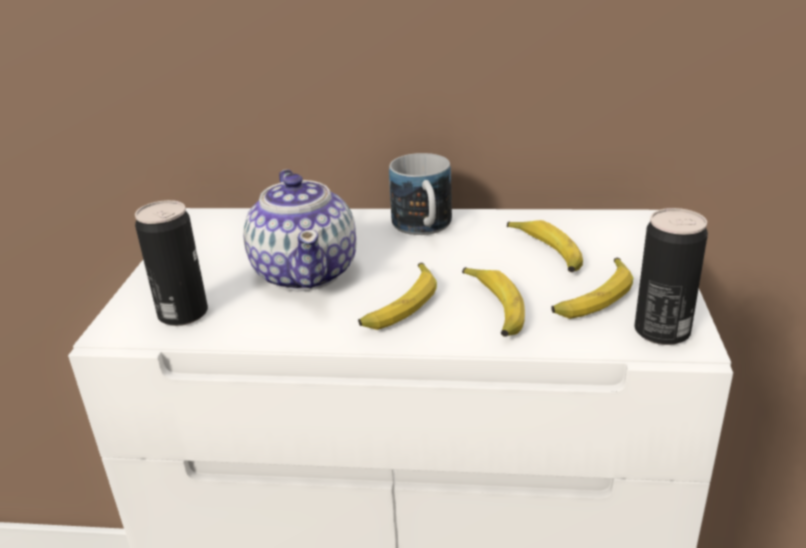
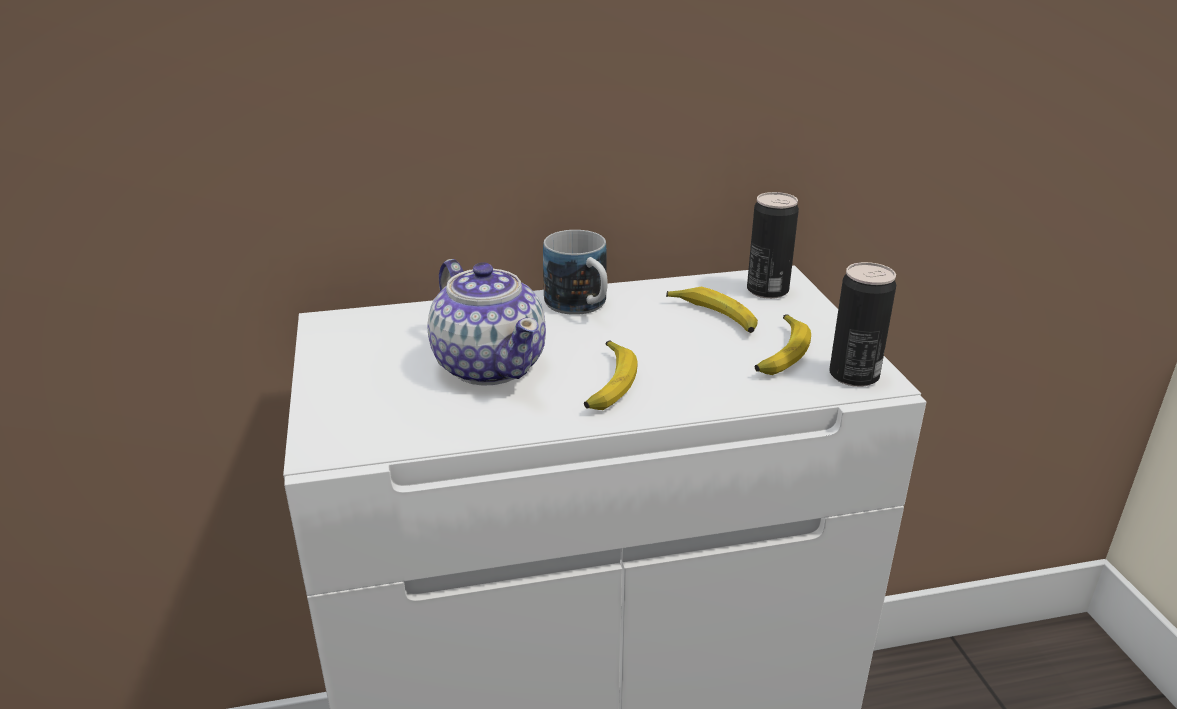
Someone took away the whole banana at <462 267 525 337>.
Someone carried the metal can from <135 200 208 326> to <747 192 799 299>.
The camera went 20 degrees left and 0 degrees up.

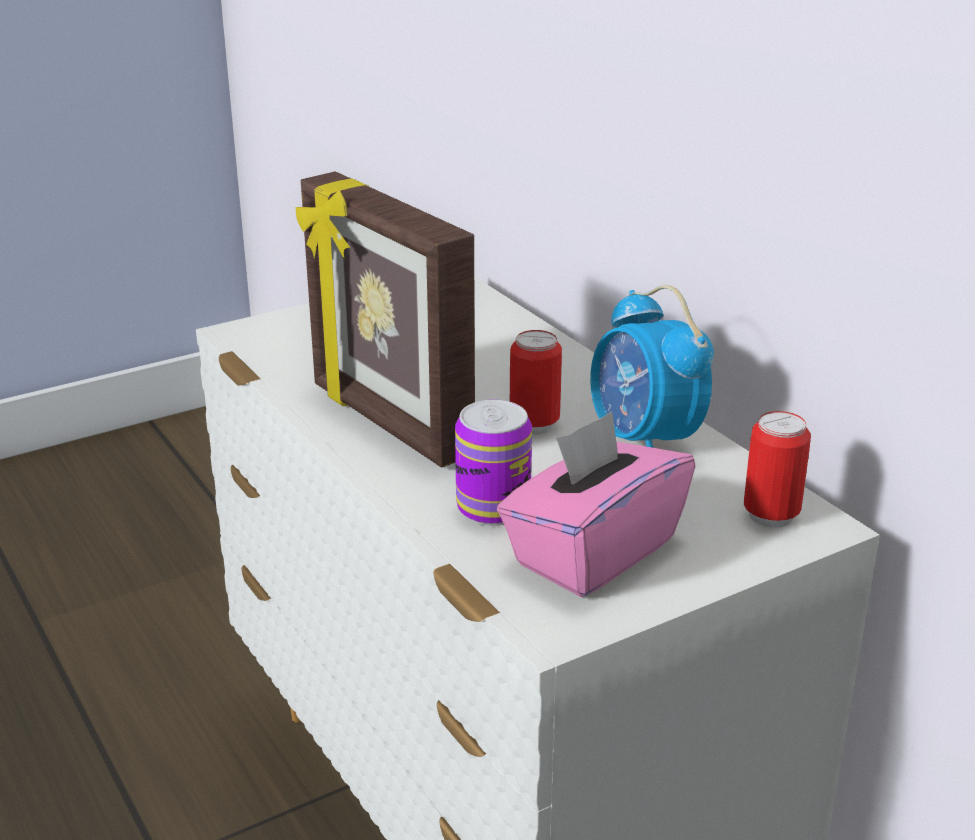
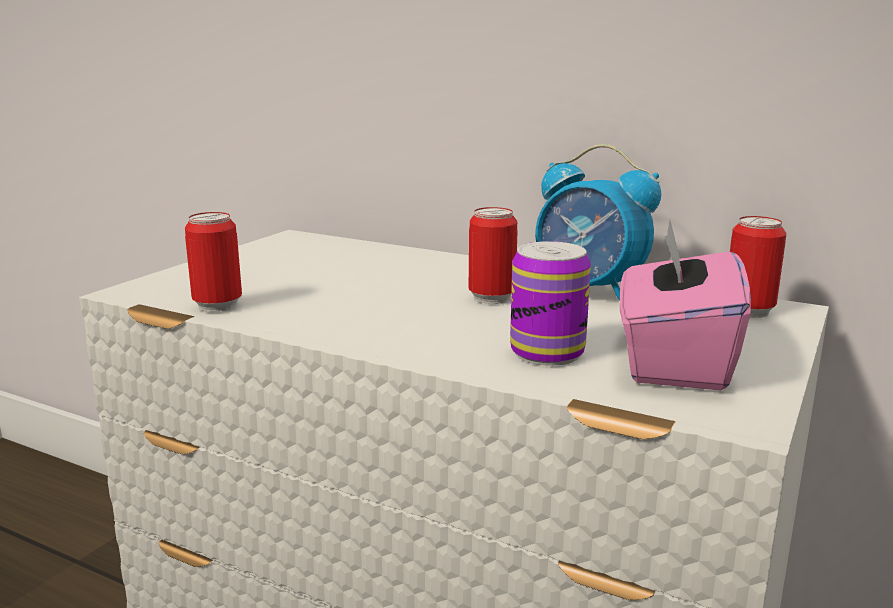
Someone took away the photo frame at <296 172 475 467>.
Someone put down the metal can at <185 212 242 312>.
The camera went 30 degrees left and 10 degrees down.

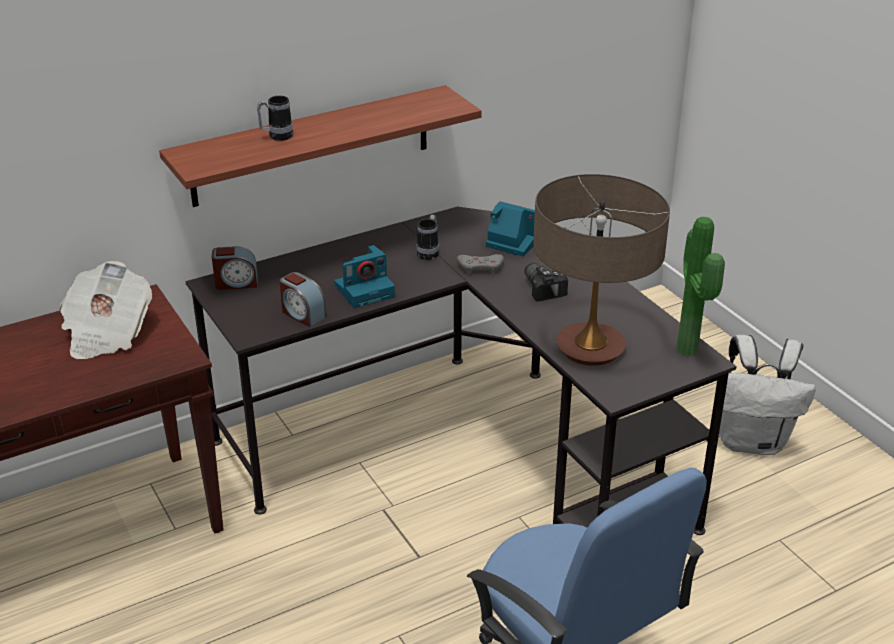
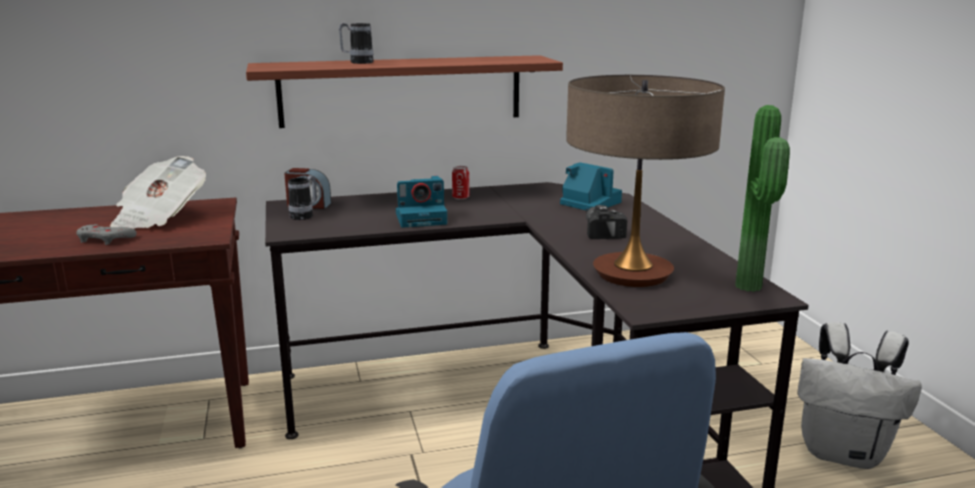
Someone took away the alarm clock at <279 272 326 327>.
Someone put down the metal can at <452 166 469 200>.
Someone carried the coffee mug from <417 215 439 260> to <288 175 317 220>.
Someone carried the grey joypad from <457 254 504 274> to <76 224 137 245>.
The camera went 15 degrees right and 15 degrees down.

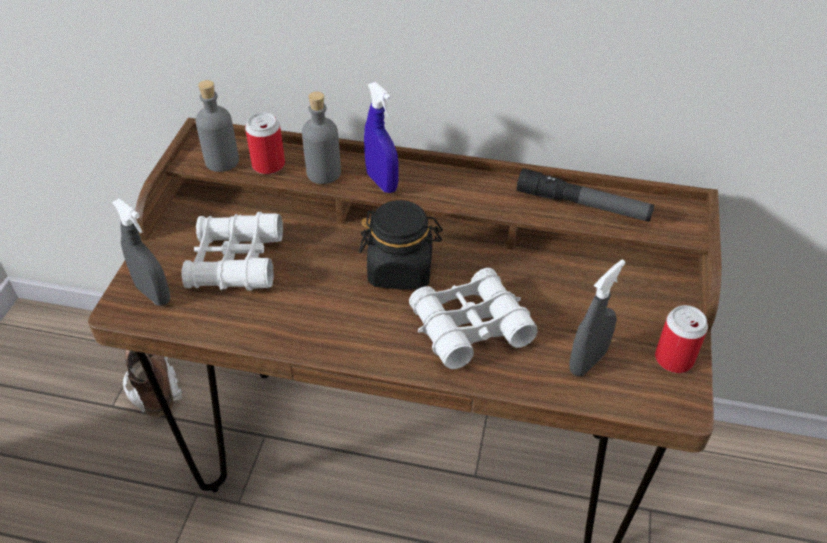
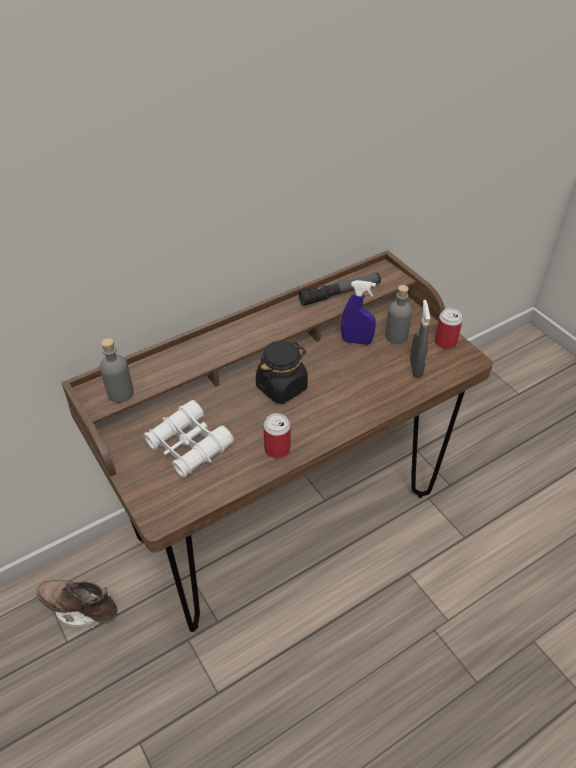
Someone took away the grey spray bottle at <112 199 170 306>.
Someone took away the white-coloured pair of binoculars at <409 268 538 369>.
Someone carried the metal can from <245 112 285 174> to <264 413 290 458>.
Someone carried the grey drink bottle from <302 92 341 184> to <385 285 412 344>.
Someone carried the bluish spray bottle from <364 82 398 193> to <341 280 376 345>.
The camera went 45 degrees left and 0 degrees up.

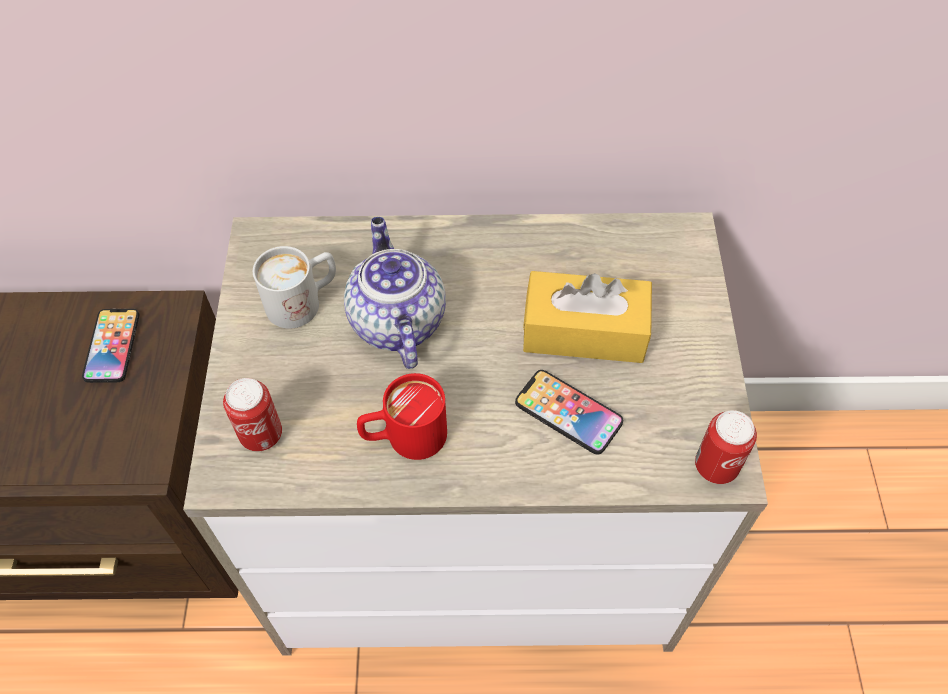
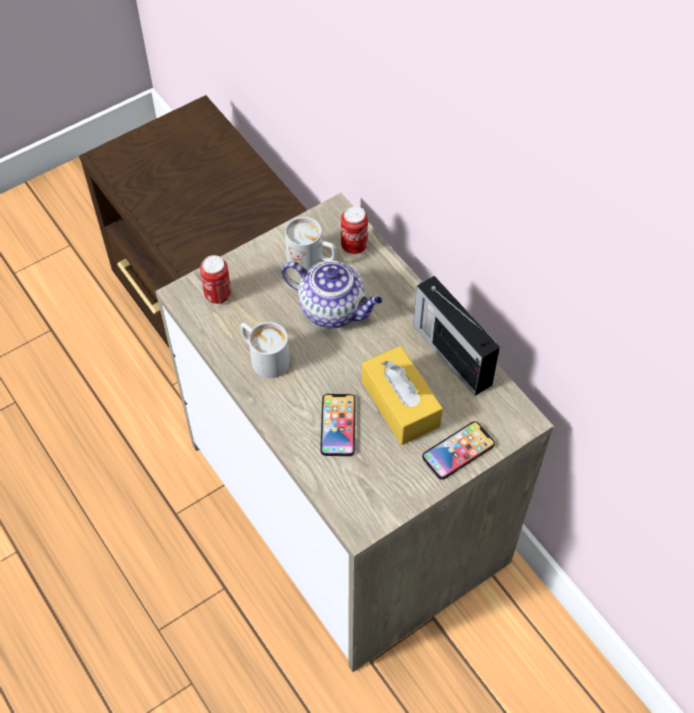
Someone put down the radio receiver at <413 276 500 396>.
Someone carried the handset from <82 309 139 383> to <422 421 495 480>.
Someone carried the metal can from <695 410 757 484> to <341 206 368 254>.
Someone repainted the reddish coffee mug at <357 373 447 460>, which became the white-coloured coffee mug at <241 322 289 378>.
Someone rotated the pot for tea at <344 217 446 369> by 75 degrees clockwise.
The camera went 55 degrees right and 0 degrees up.

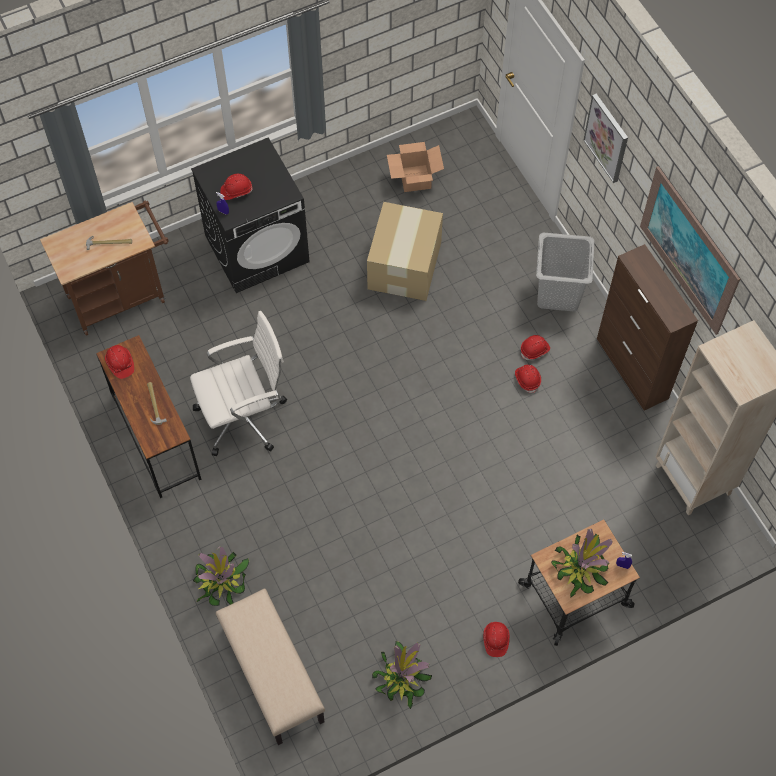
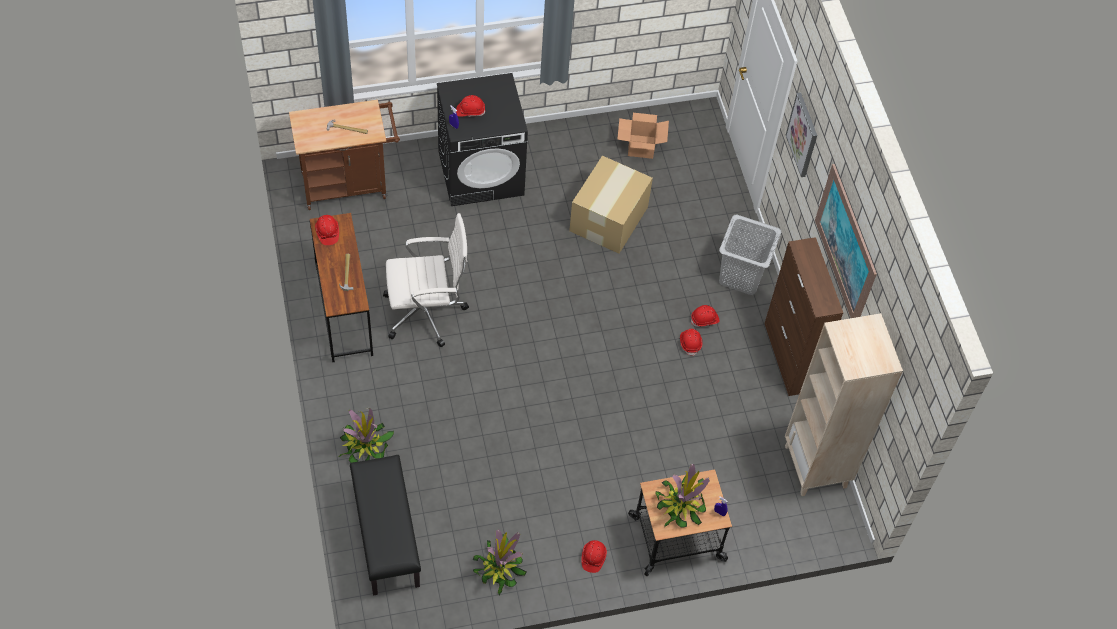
Someone repainted the sand-coloured indoor bench at <216 589 325 745>, which became the black-coloured indoor bench at <350 455 421 596>.
The camera went 10 degrees right and 5 degrees down.

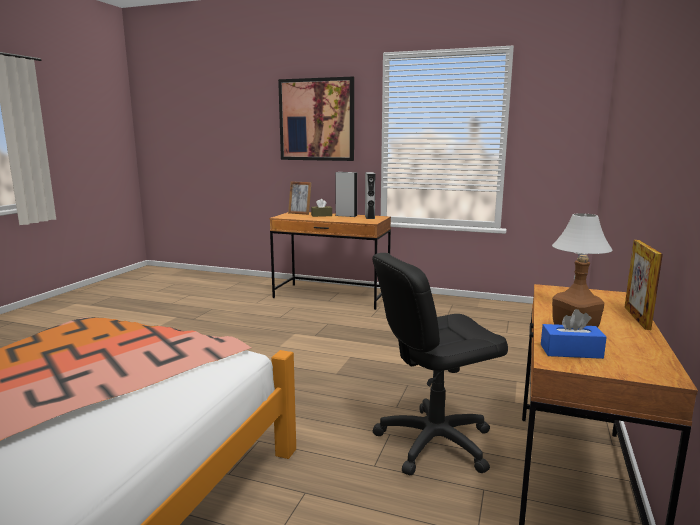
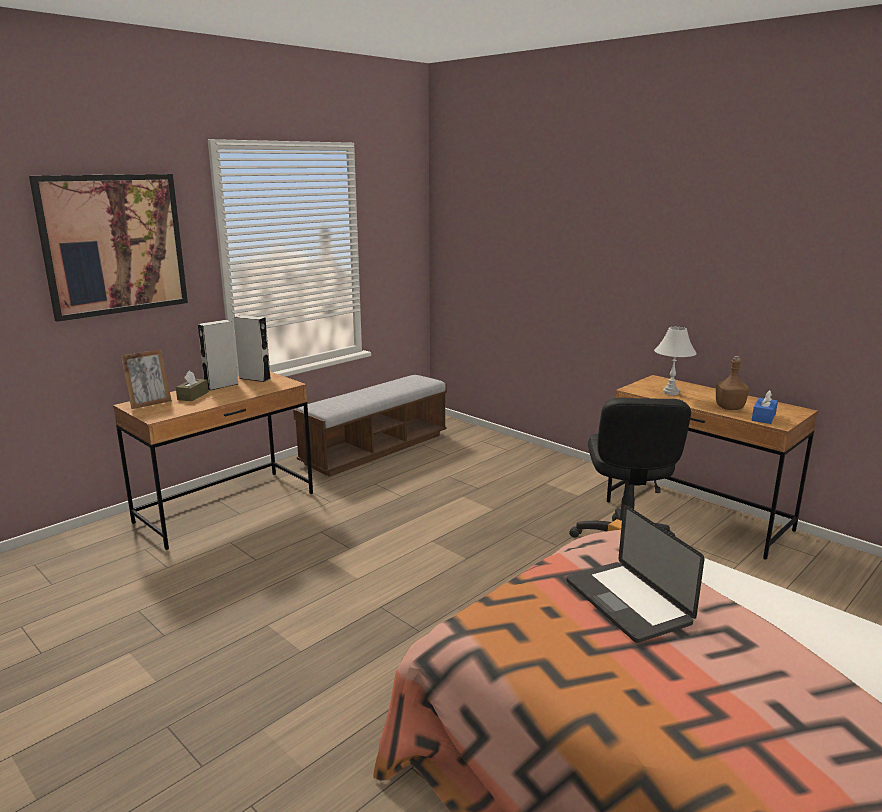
Someone took away the photo frame at <625 240 663 330>.
Someone put down the indoor bench at <293 375 447 477>.
Someone put down the portable computer at <566 505 705 643>.
The camera went 65 degrees left and 5 degrees up.

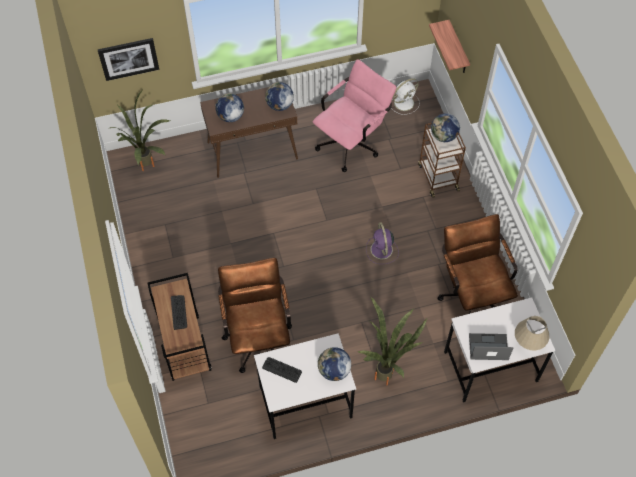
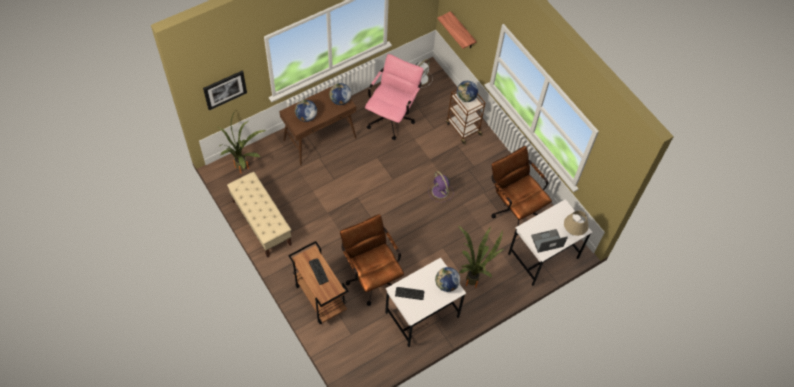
Someone put down the sand-coloured indoor bench at <227 172 292 258>.
The camera went 20 degrees left and 0 degrees up.

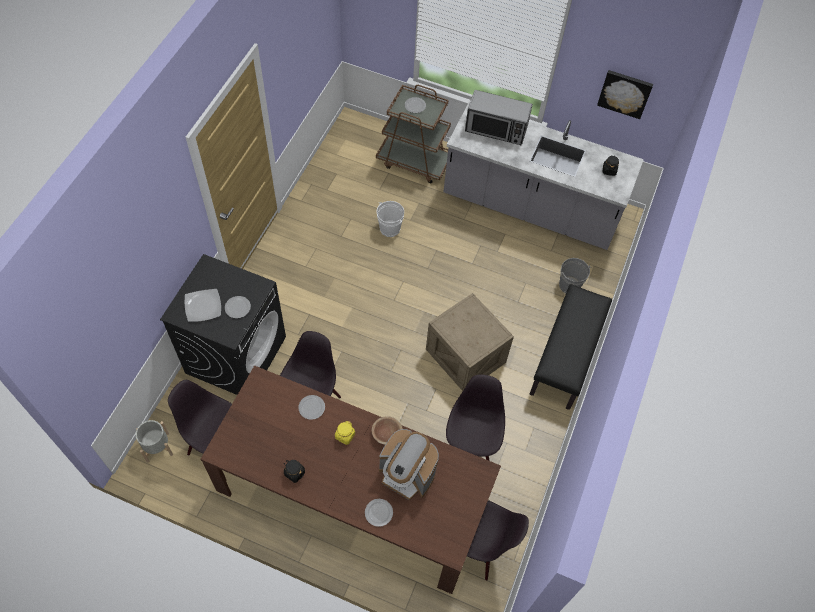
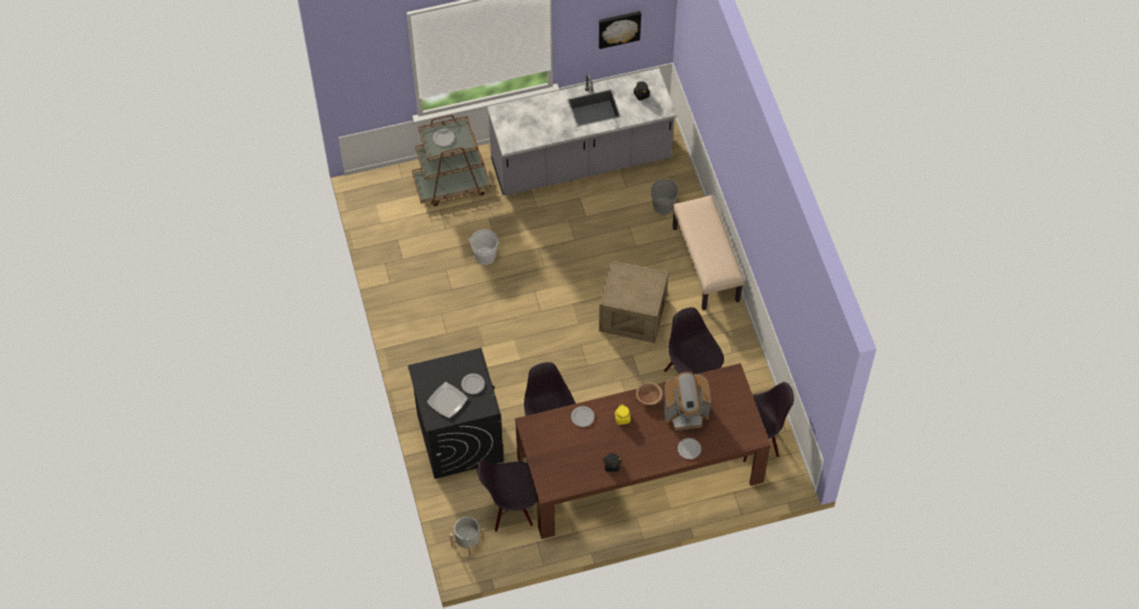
Someone took away the kitchen microwave at <465 90 533 145>.
Someone repainted the black-coloured indoor bench at <530 284 612 410>, which became the sand-coloured indoor bench at <672 195 745 310>.
The camera went 35 degrees left and 0 degrees up.

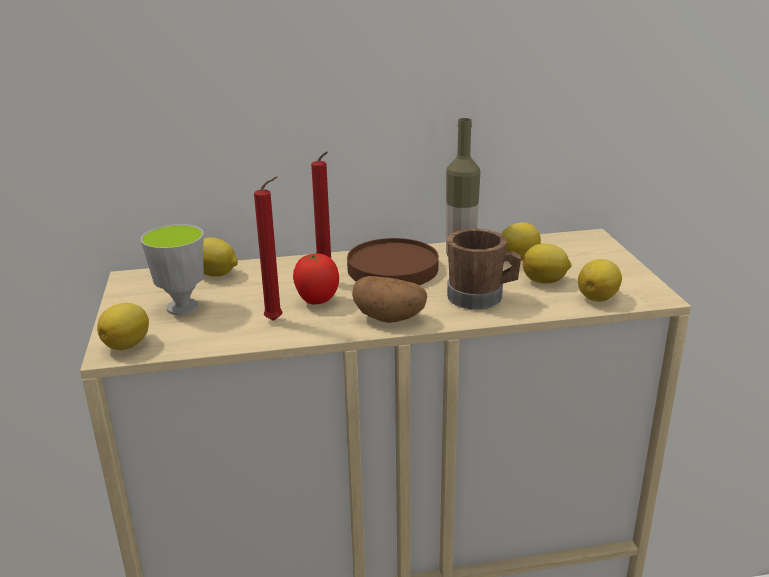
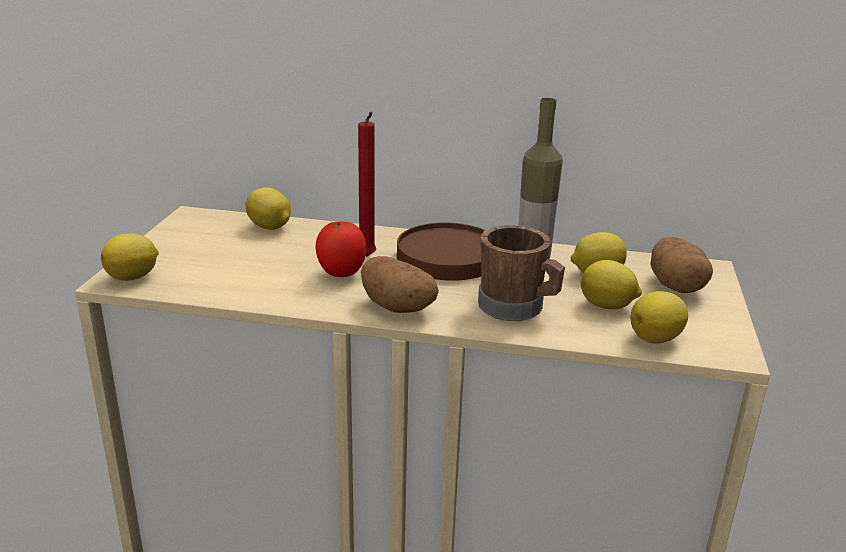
Someone took away the small cup at <141 224 204 315>.
Someone took away the reddish candle at <254 176 282 321>.
Someone put down the potato at <650 237 713 293>.
The camera went 20 degrees right and 0 degrees up.

